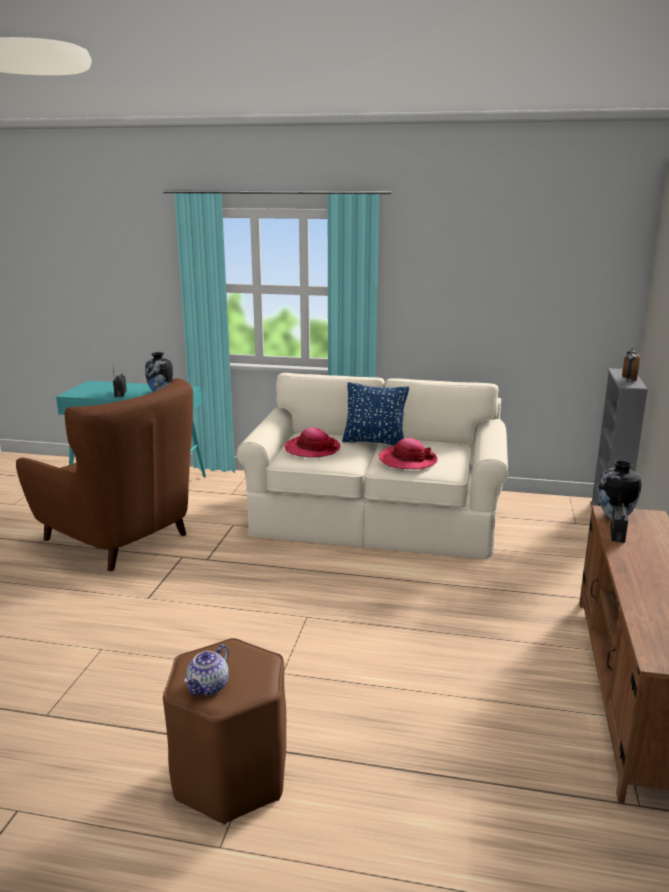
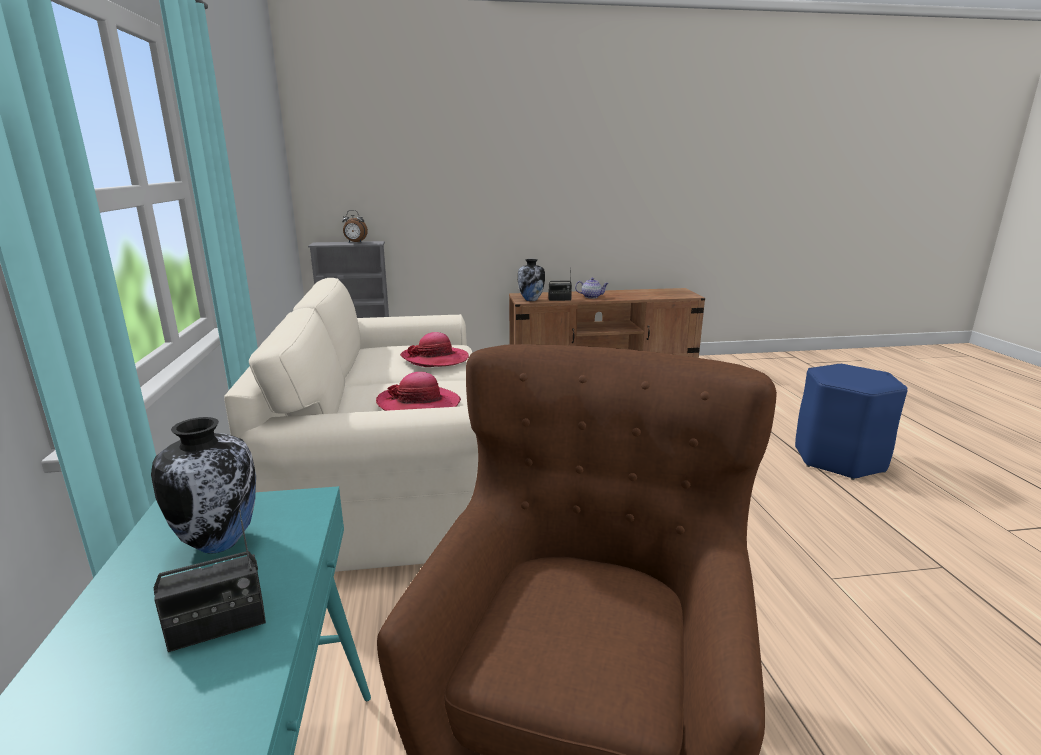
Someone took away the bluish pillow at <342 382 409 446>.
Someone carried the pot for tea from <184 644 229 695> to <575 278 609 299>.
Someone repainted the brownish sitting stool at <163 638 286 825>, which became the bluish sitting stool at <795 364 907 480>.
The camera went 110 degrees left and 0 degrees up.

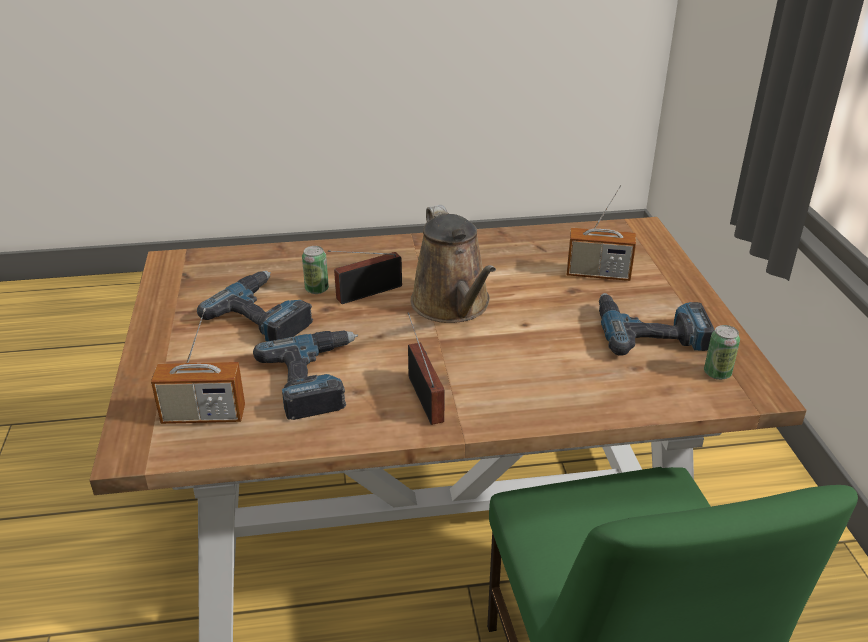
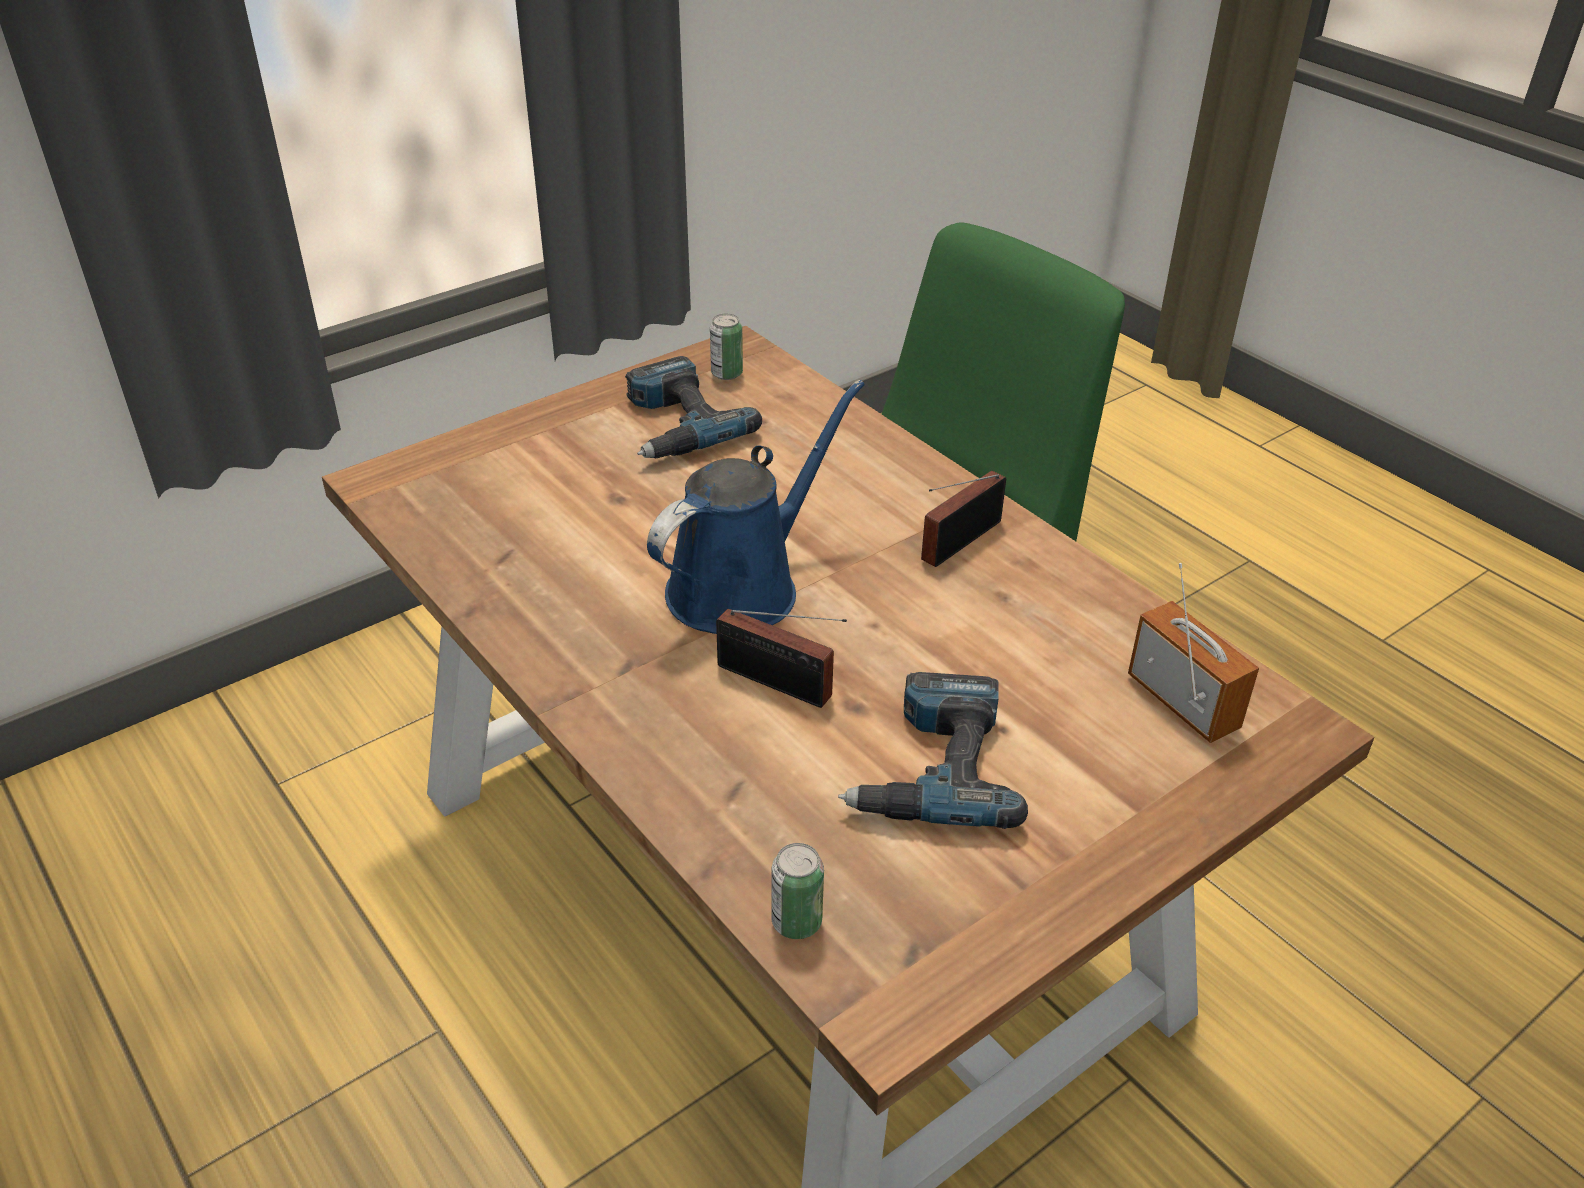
Someone took away the drill at <253 331 358 420>.
Someone took away the radio receiver at <566 185 636 281>.
Someone carried the metal can from <302 246 329 294> to <772 843 824 939>.
Someone repainted the brownish sprinkling can at <411 205 496 323>, which became the bluish sprinkling can at <647 380 865 634>.
The camera went 120 degrees left and 5 degrees up.

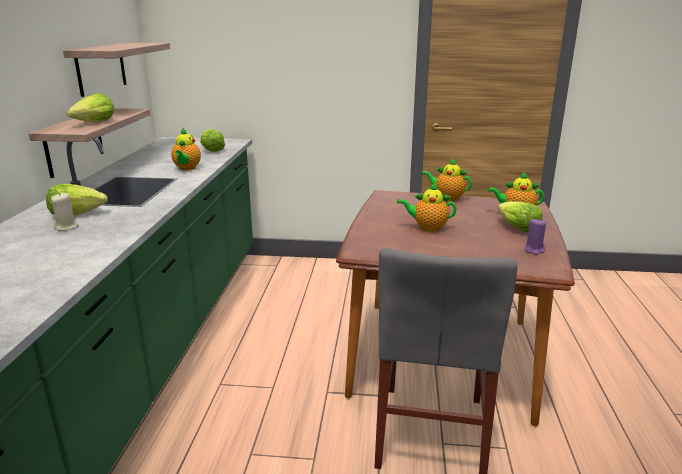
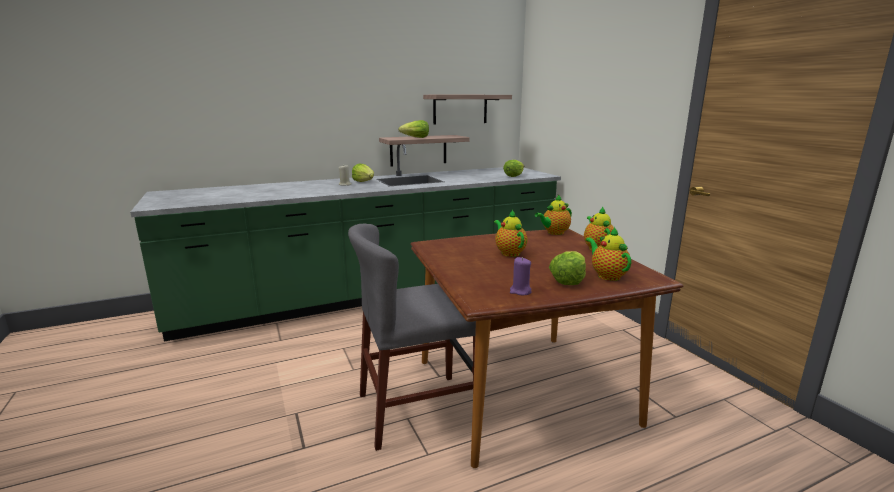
Someone carried the pot for tea from <171 128 201 170> to <535 195 572 235>.
The camera went 60 degrees right and 5 degrees down.

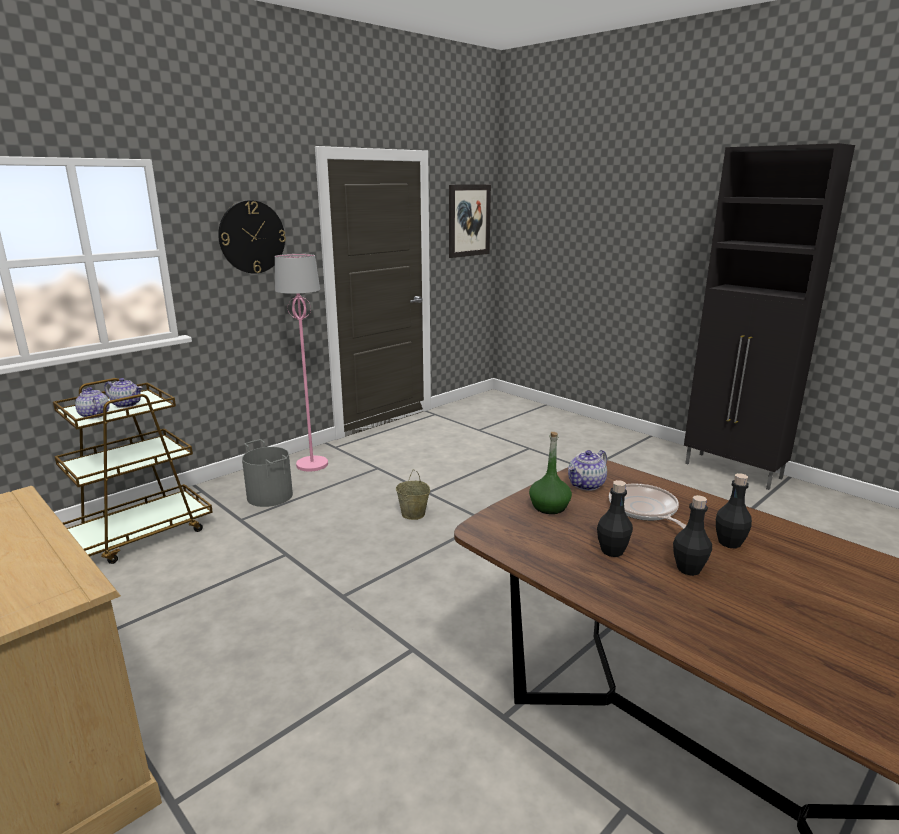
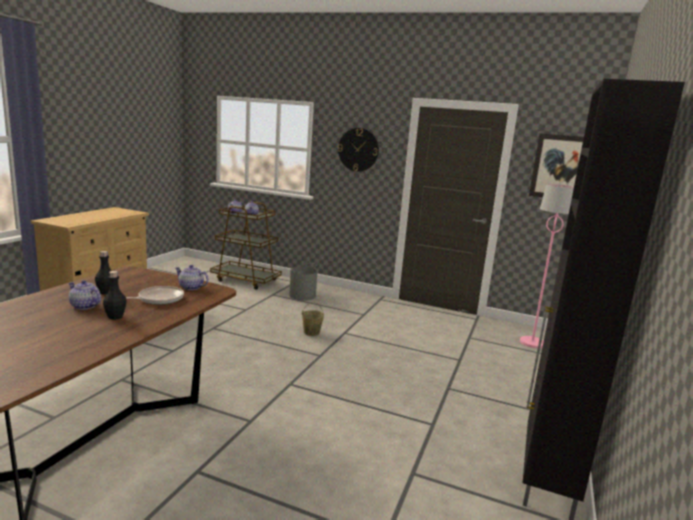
Someone took away the greenish drink bottle at <529 432 572 514>.
Someone carried the pink-coloured floor lamp from <275 254 328 472> to <520 184 574 348>.
Someone swapped the black-coloured drink bottle at <673 495 712 576> for the pot for tea at <69 280 101 310>.
The camera went 65 degrees right and 5 degrees down.

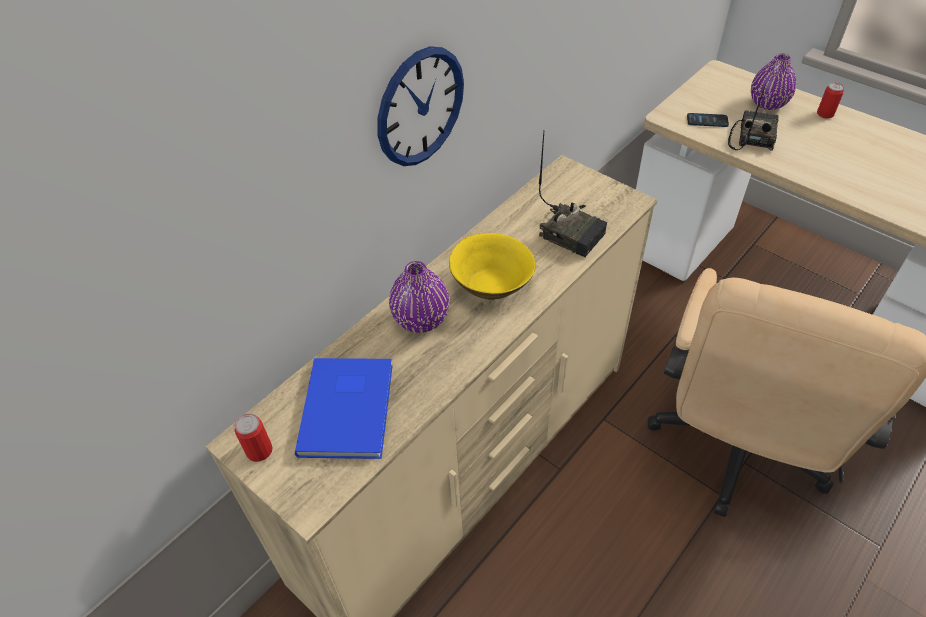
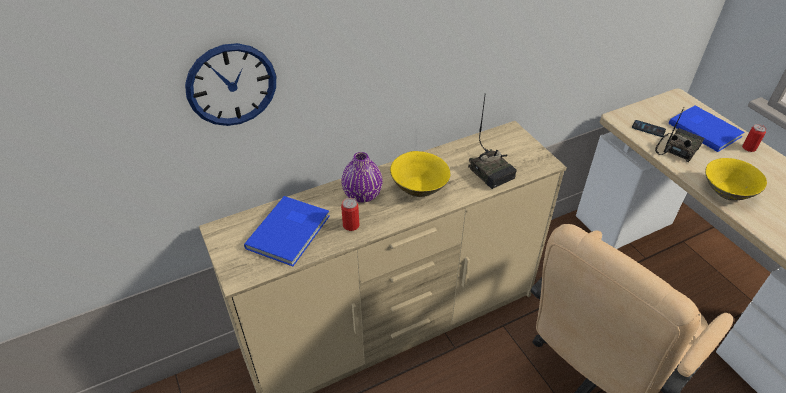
Someone put down the yellowish bowl at <705 158 767 201>.
Someone carried the metal can from <235 413 273 462> to <341 198 359 231>.
Someone carried the clock on the wall from <378 46 464 166> to <185 43 276 126>.
Someone swapped the purplish vase at <751 53 796 110> for the bluish book at <669 106 744 152>.
The camera went 20 degrees right and 5 degrees down.

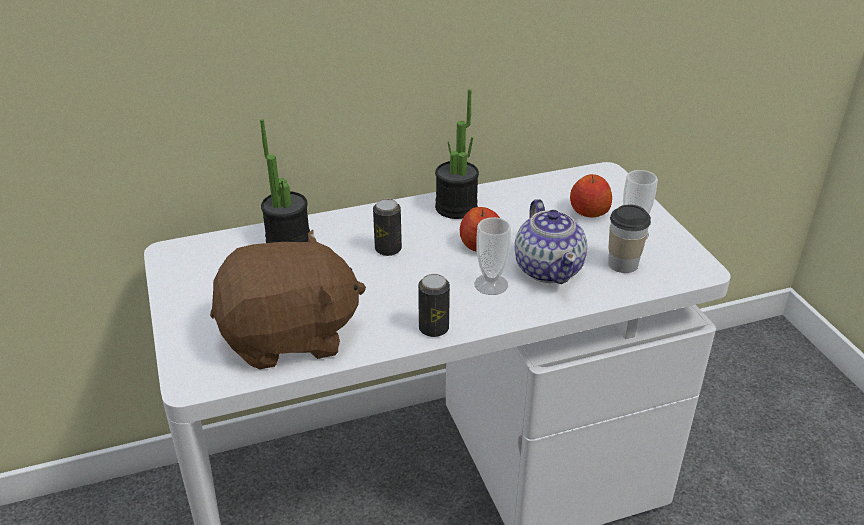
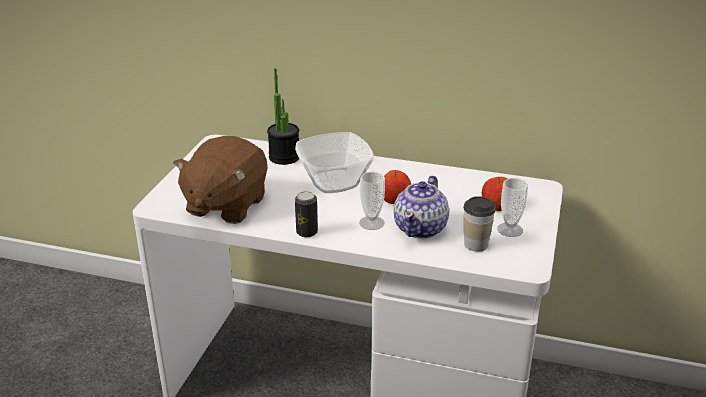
Someone took away the houseplant at <435 89 479 219>.
Someone swapped the metal can at <373 199 402 256> for the bowl at <295 132 374 193>.
Someone rotated the brownish cuddly toy at <210 229 366 369> by 90 degrees clockwise.
The camera went 35 degrees right and 5 degrees down.

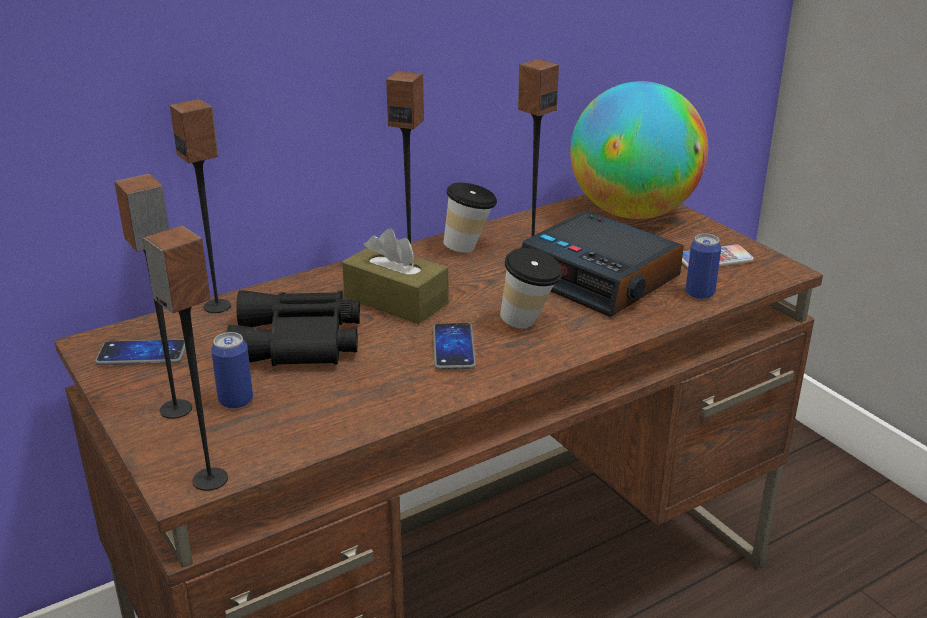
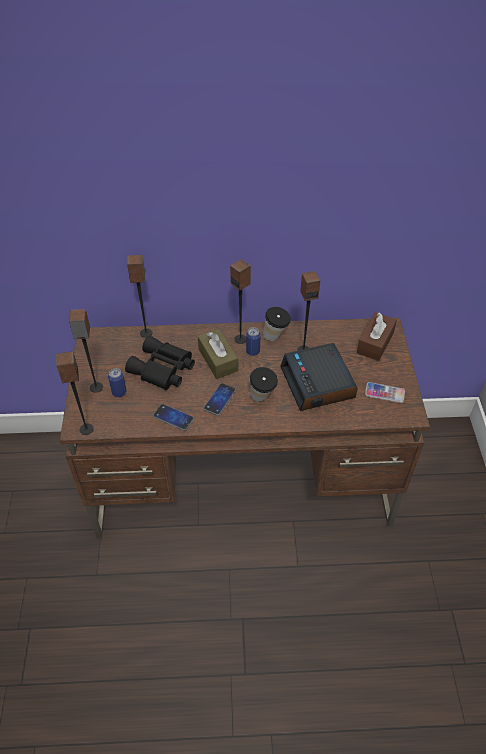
Someone carried the handset from <95 339 186 365> to <153 404 194 431>.
Someone carried the metal can from <686 234 721 299> to <246 327 261 356>.
Someone swapped the desk globe at <570 81 708 219> for the brownish tissue box at <357 312 397 361>.
The camera went 30 degrees right and 20 degrees up.

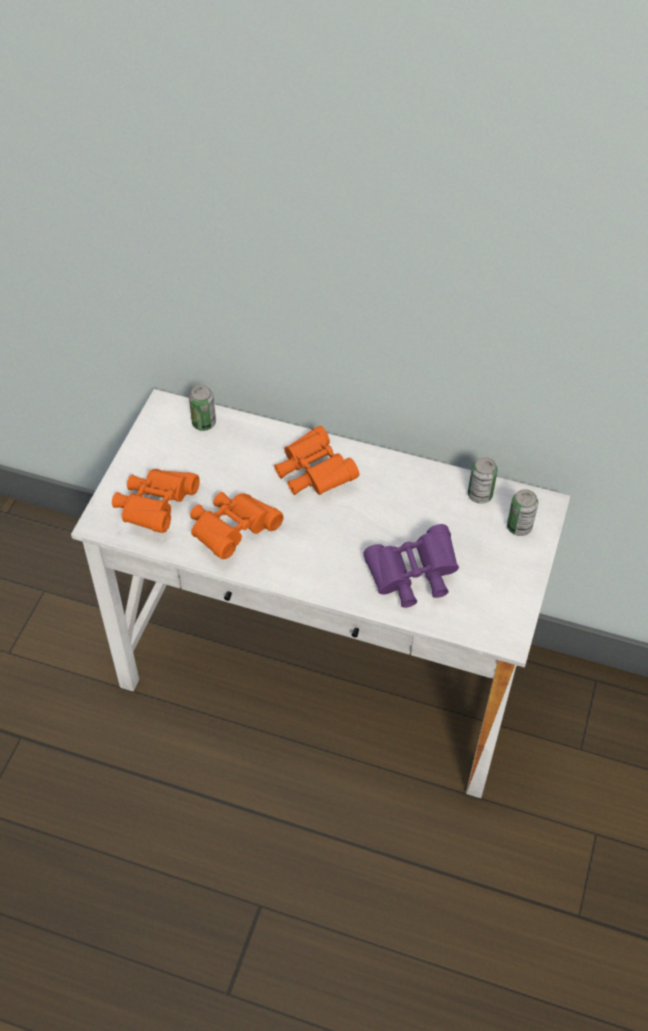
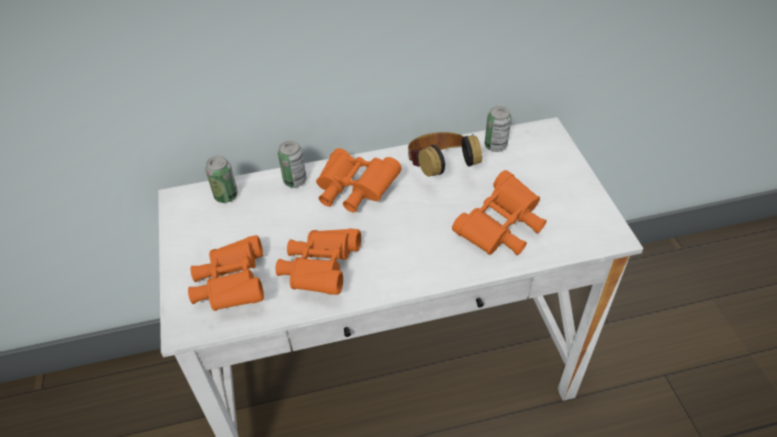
Someone put down the pair of headphones at <408 132 482 177>.
Someone carried the metal can from <507 489 538 536> to <278 141 307 187>.
Someone repainted the purplish pair of binoculars at <363 524 459 608>, which became the orange pair of binoculars at <452 170 547 255>.
The camera went 30 degrees left and 5 degrees down.

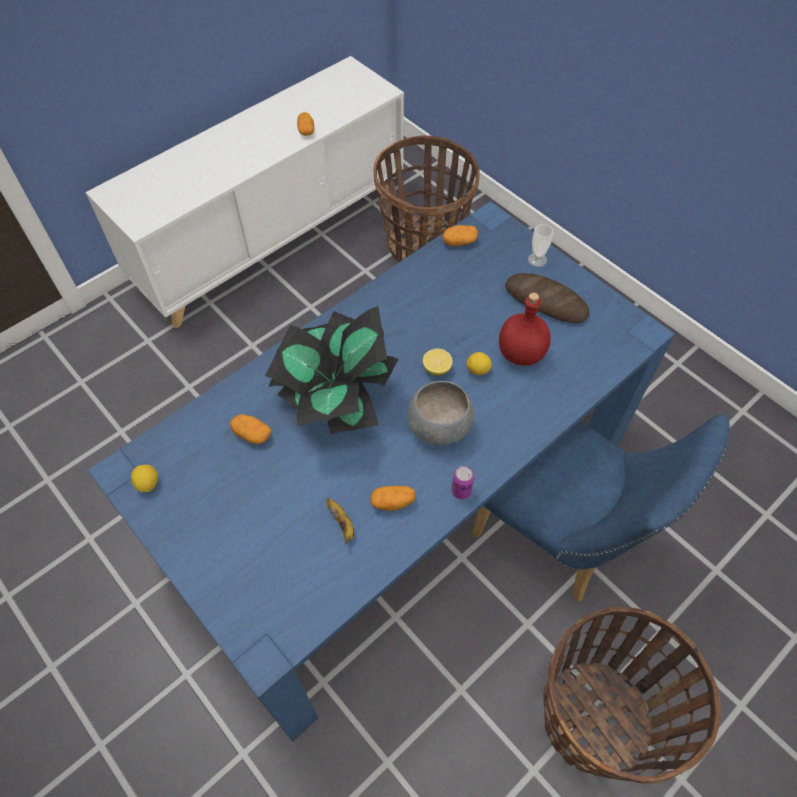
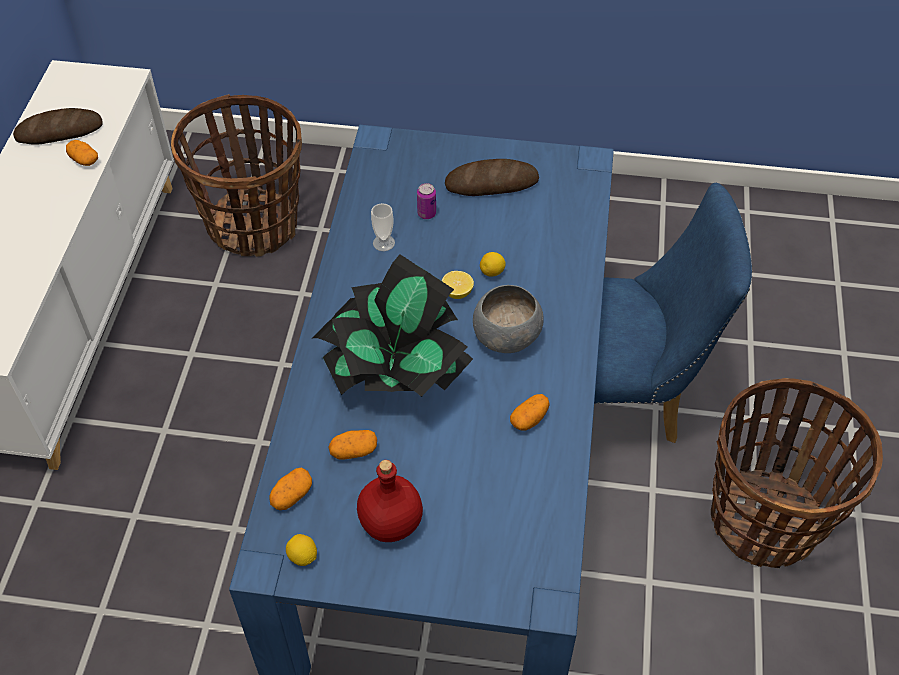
Someone took away the whole banana at <326 498 354 544>.
Someone put down the bakery bread at <13 108 103 145>.
Someone carried the potato from <442 225 478 246> to <269 468 312 510>.
Someone carried the metal can from <451 466 474 499> to <417 183 436 219>.
Someone carried the reddish drink bottle from <499 293 550 366> to <357 460 423 542>.
Someone carried the small cup from <528 224 553 267> to <371 203 395 251>.
The camera went 40 degrees left and 5 degrees down.

